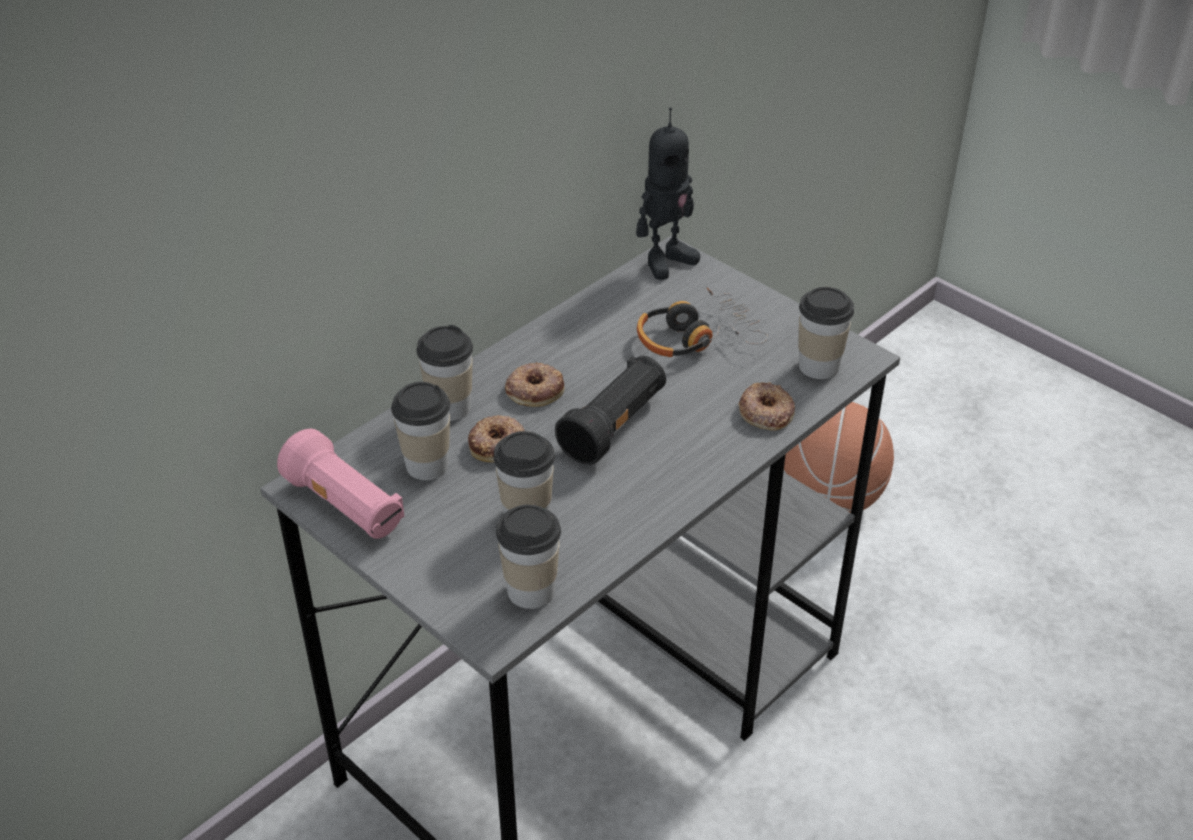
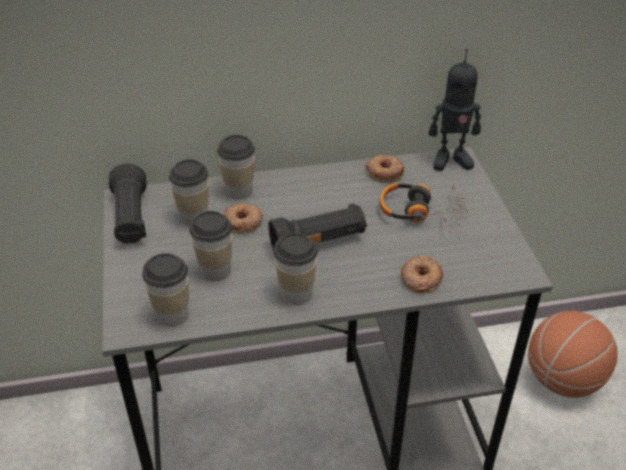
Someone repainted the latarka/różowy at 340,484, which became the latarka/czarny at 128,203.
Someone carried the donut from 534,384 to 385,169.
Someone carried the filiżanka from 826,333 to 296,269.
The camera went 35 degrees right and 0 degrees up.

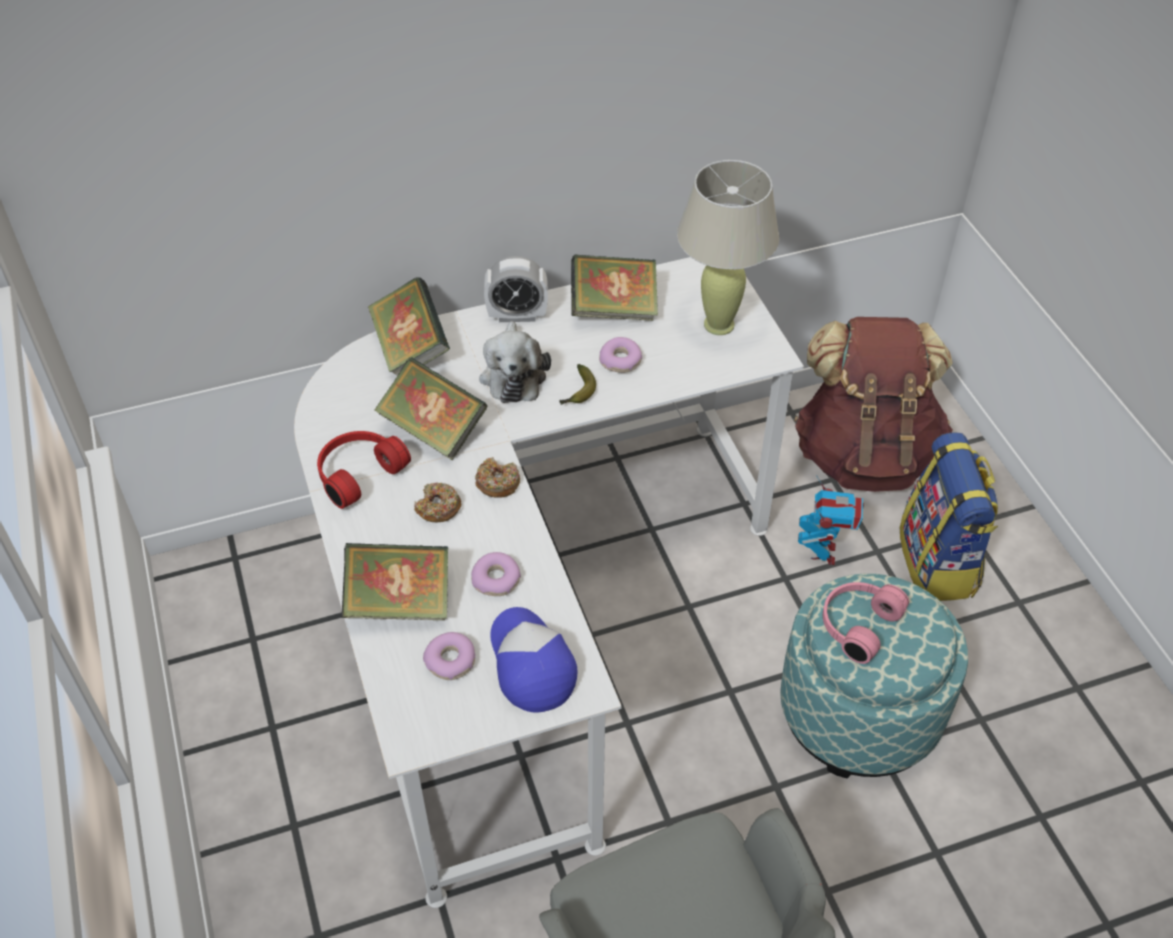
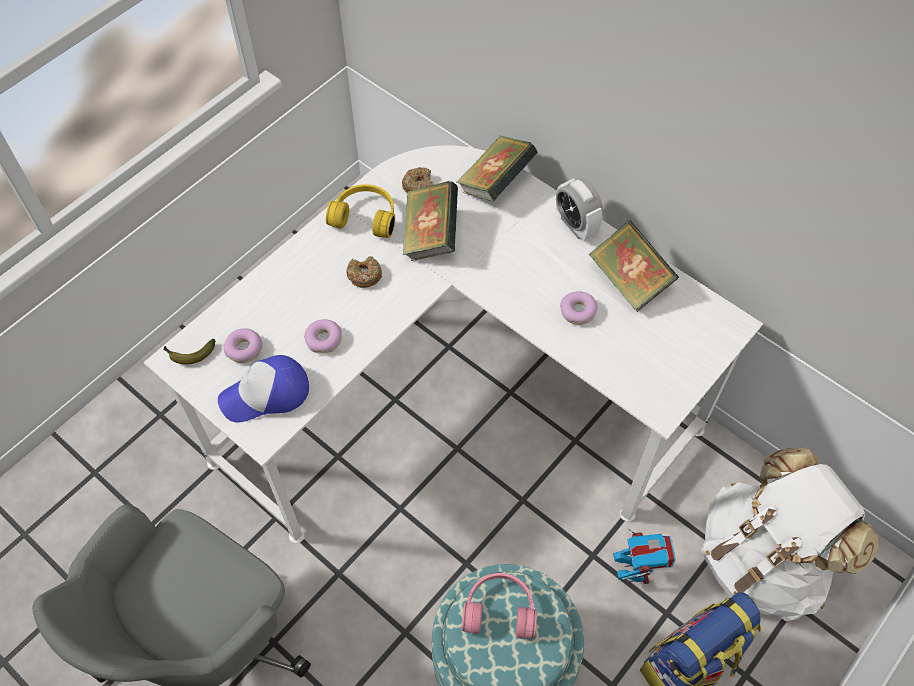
Someone repainted the słuchawki/czerwony at 364,470, which became the słuchawki/żółty at 360,211.
Someone took away the książka at 395,581.
Someone carried the donut from 497,477 to 418,180.
Someone took away the pluszak at 515,362.
Someone rotated the czapka z daszkiem at 533,660 by 150 degrees counterclockwise.
Someone carried the banan from 578,384 to 189,352.
Someone took away the lampa stołowa/beżowy at 728,247.
Someone repainted the plecak/brązowy at 873,404, which became the plecak/biały at 790,534.
Someone rotated the robot zabawkowy at 831,520 by 75 degrees counterclockwise.
The camera went 60 degrees right and 10 degrees up.

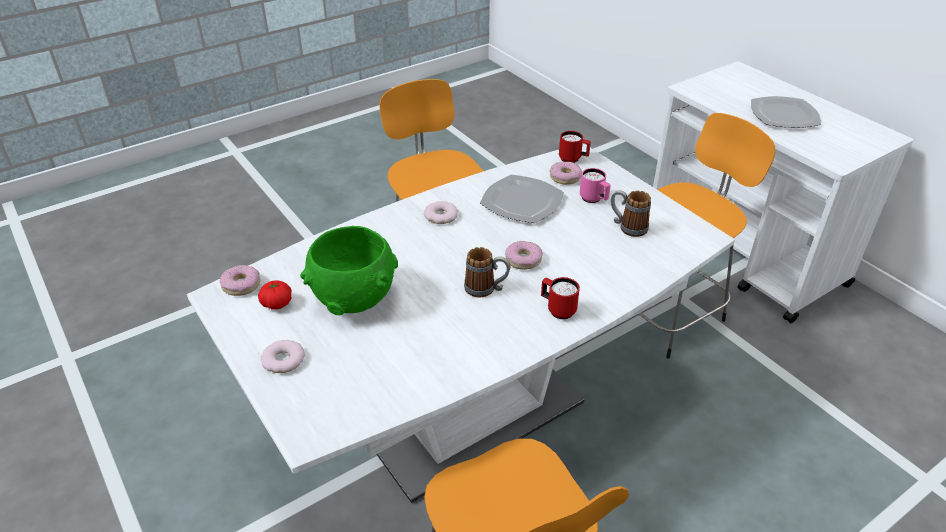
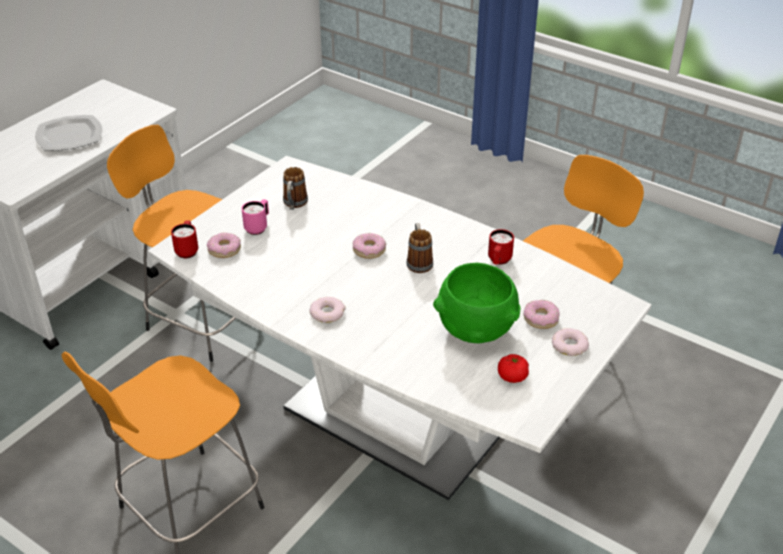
Someone carried the donut from 240,280 to 542,314.
Someone took away the talerz at 522,199.
Someone carried the kubek/czerwony from 560,298 to 501,247.
The camera went 110 degrees left and 0 degrees up.

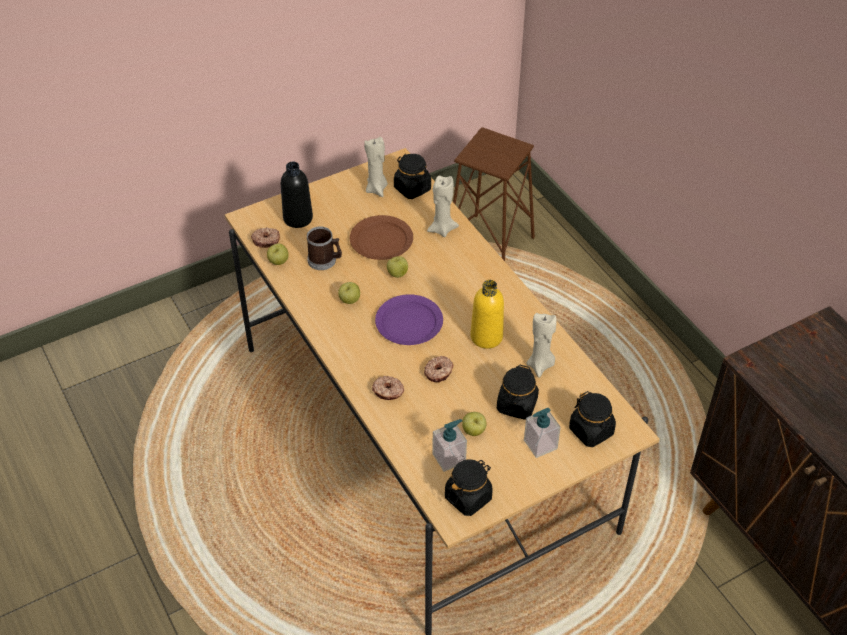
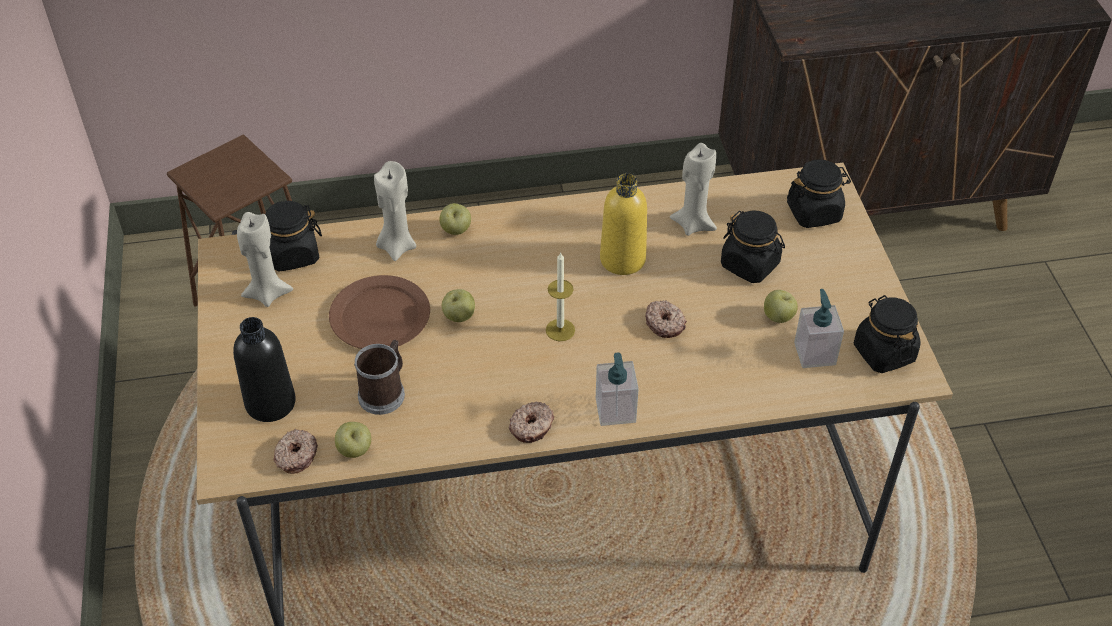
Someone carried the jabłko from 349,293 to 455,219.
Someone carried the donut from 388,388 to 531,422.
Someone swapped the talerz/fioletowy at 409,319 for the świeca at 560,297.
Someone carried the dozownik mydła from 542,433 to 617,389.
The camera went 70 degrees left and 0 degrees up.

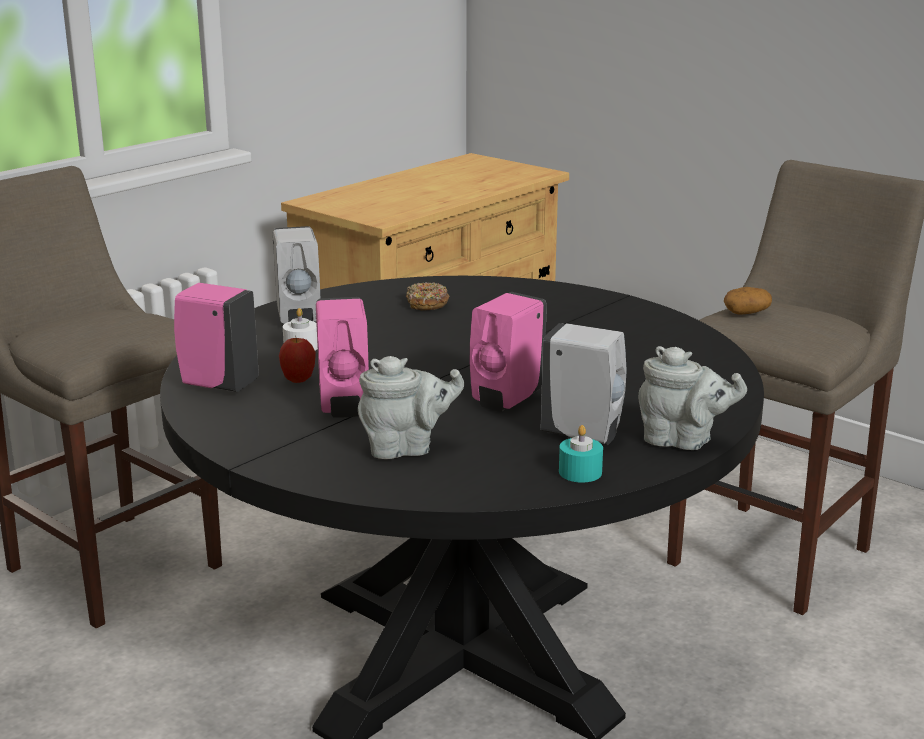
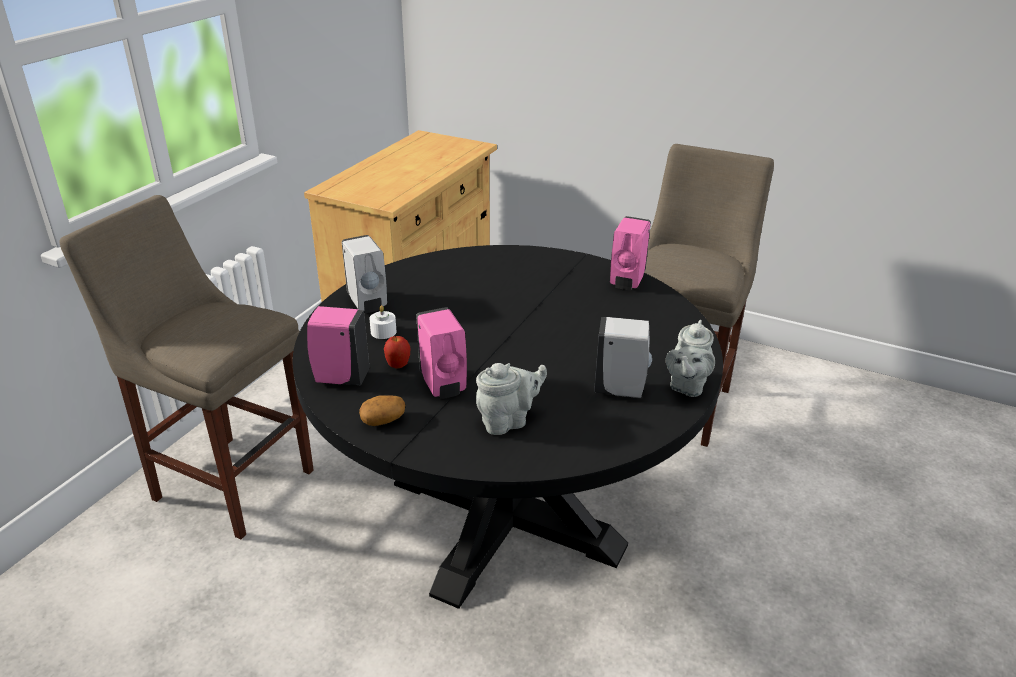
Someone took away the donut at 427,296.
Someone carried the dozownik mydła/różowy from 508,352 to 630,253.
Someone took away the świeca/turkusowy at 581,453.
Someone rotated the imbryk/szary at 692,398 by 105 degrees clockwise.
Someone carried the ziemniak from 748,301 to 382,410.
The camera went 15 degrees left and 10 degrees up.

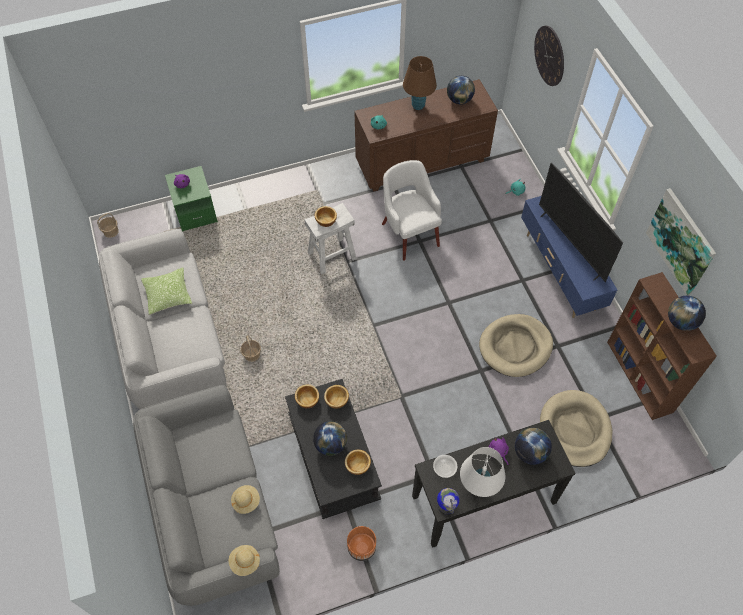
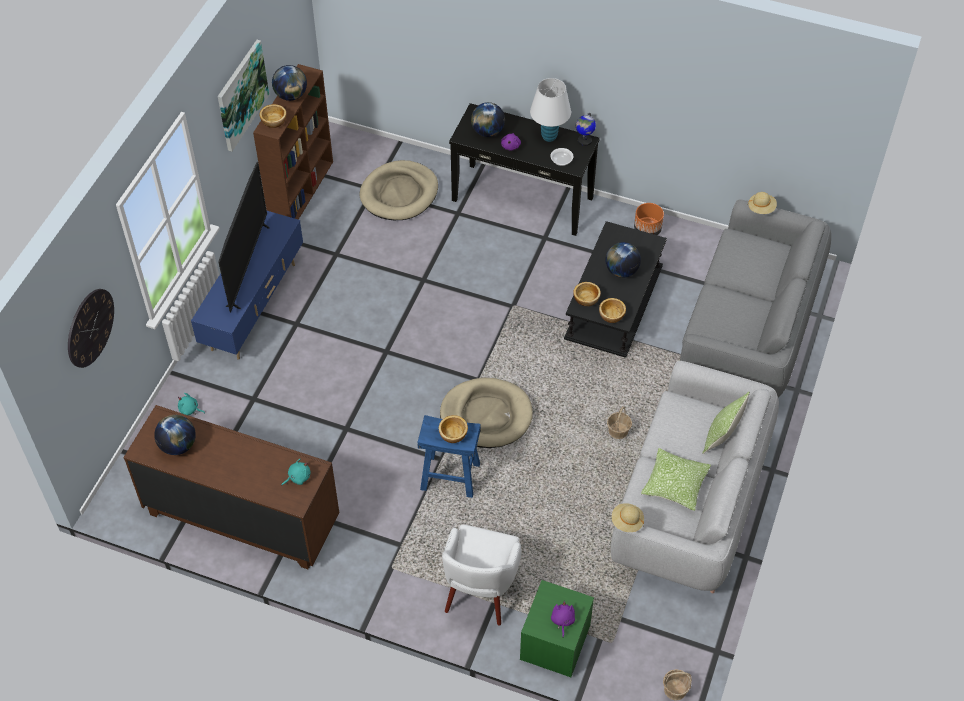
Someone carried the kapelusz/beżowy from 245,499 to 628,517.
Someone repainted the stołek/biały at 330,238, which became the stołek/niebieski at 449,456.
Someone carried the miska from 358,462 to 273,116.
Someone carried the fotel/biały from 412,210 to 482,575.
Someone took away the lampa stołowa/brązowy at 420,83.
Someone carried the legowisko/beżowy from 516,345 to 486,413.
Someone put down the poduszka at 726,423.
The camera went 140 degrees left and 5 degrees down.

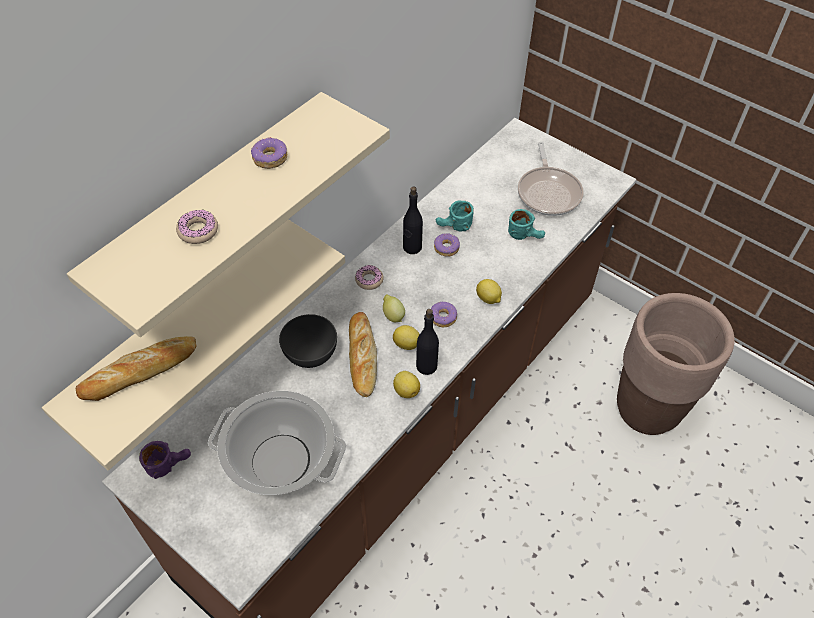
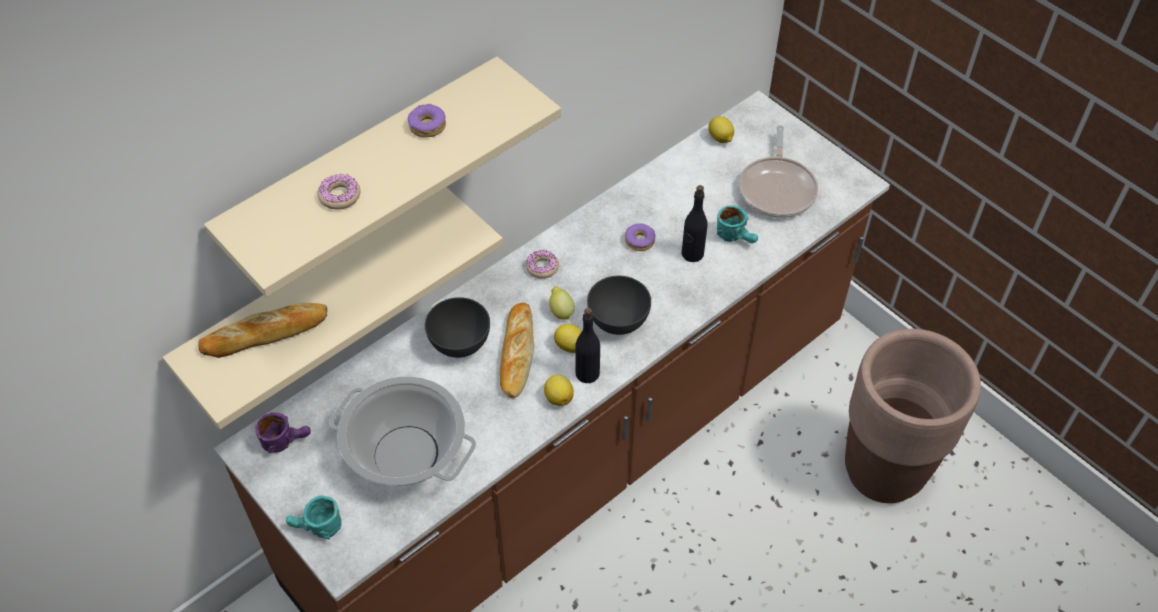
Someone carried the butelka/czarny from 413,220 to 694,223.
Someone swapped the donut at 444,314 for the miska/szary at 619,305.
Someone carried the kubek/turkusowy from 455,216 to 314,517.
Someone carried the cytryna from 489,291 to 721,129.
The camera went 10 degrees right and 0 degrees up.

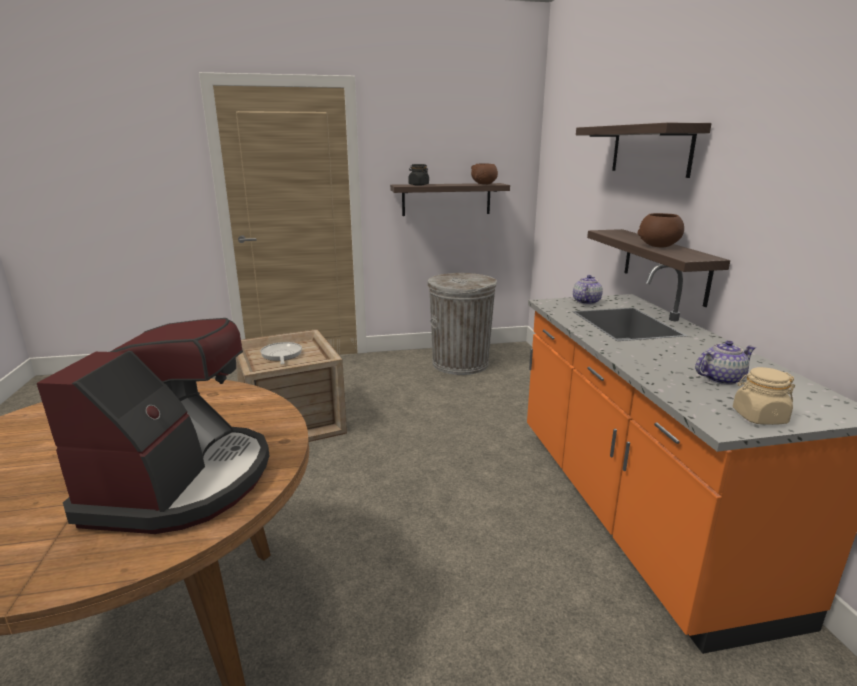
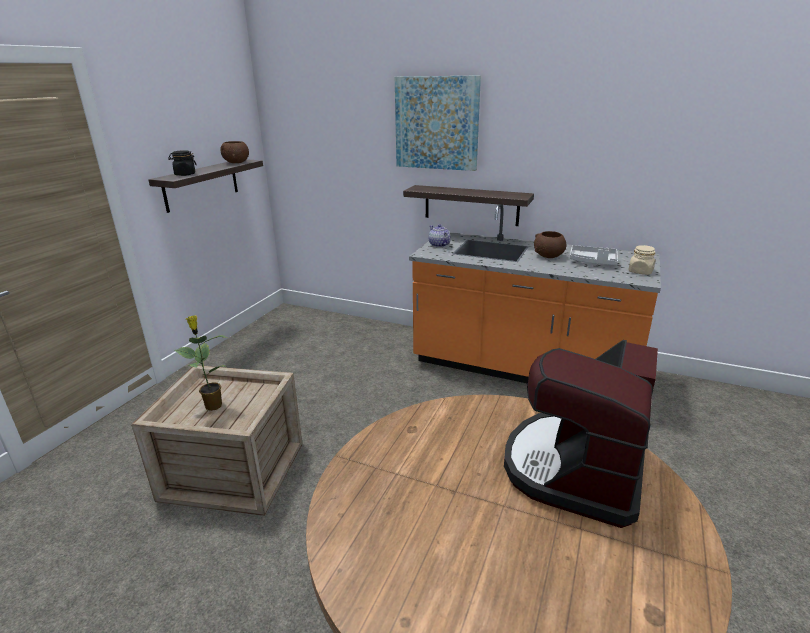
Someone rotated the ekspres do kawy at 153,426 by 105 degrees counterclockwise.
Someone swapped the patelnia at 281,353 for the roślina doniczkowa at 201,363.
Someone took away the kosz na śmieci/szary at 462,324.
Someone swapped the półka at 644,150 for the obraz at 438,123.
Someone carried the miska/brązowy from 661,230 to 550,244.
Someone swapped the imbryk at 725,362 for the taca/szary at 594,255.
The camera went 55 degrees left and 5 degrees up.

